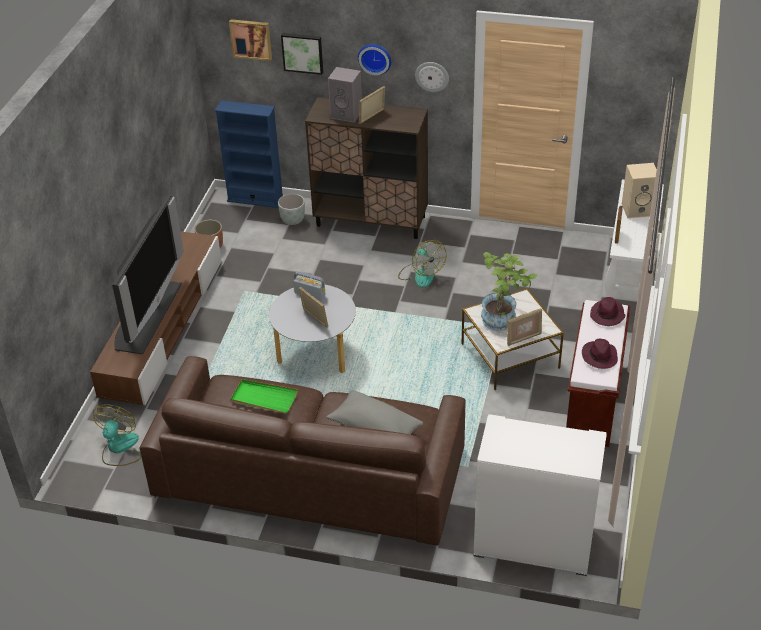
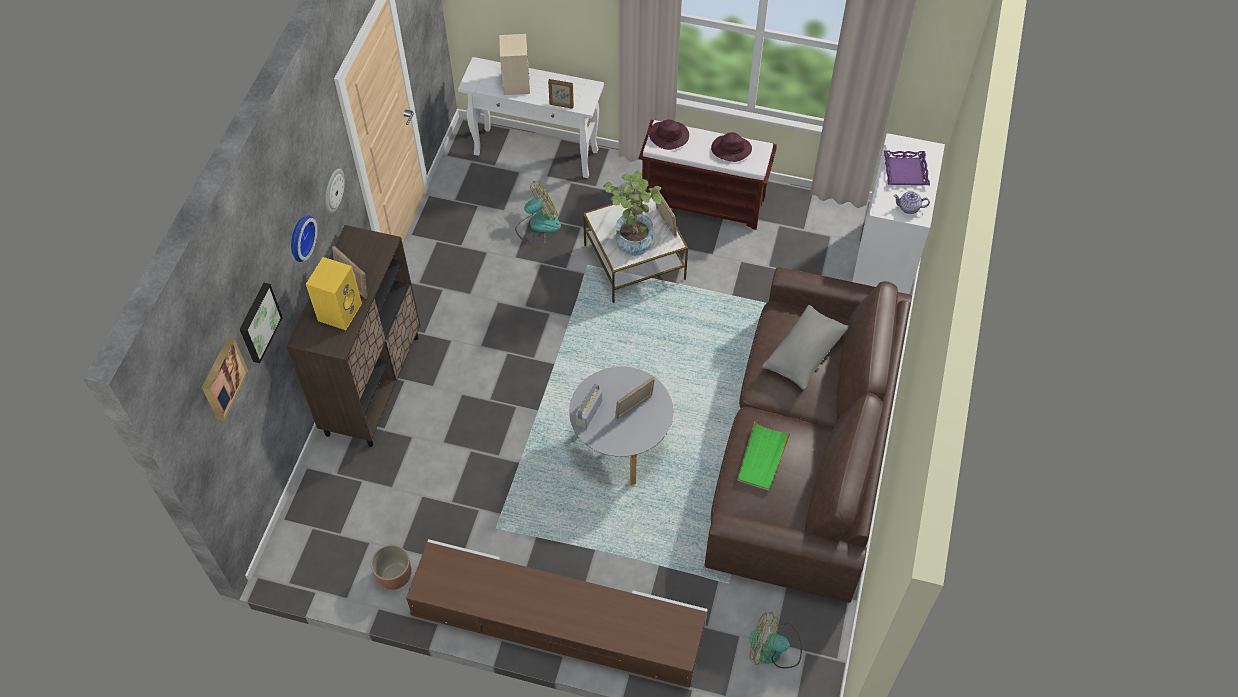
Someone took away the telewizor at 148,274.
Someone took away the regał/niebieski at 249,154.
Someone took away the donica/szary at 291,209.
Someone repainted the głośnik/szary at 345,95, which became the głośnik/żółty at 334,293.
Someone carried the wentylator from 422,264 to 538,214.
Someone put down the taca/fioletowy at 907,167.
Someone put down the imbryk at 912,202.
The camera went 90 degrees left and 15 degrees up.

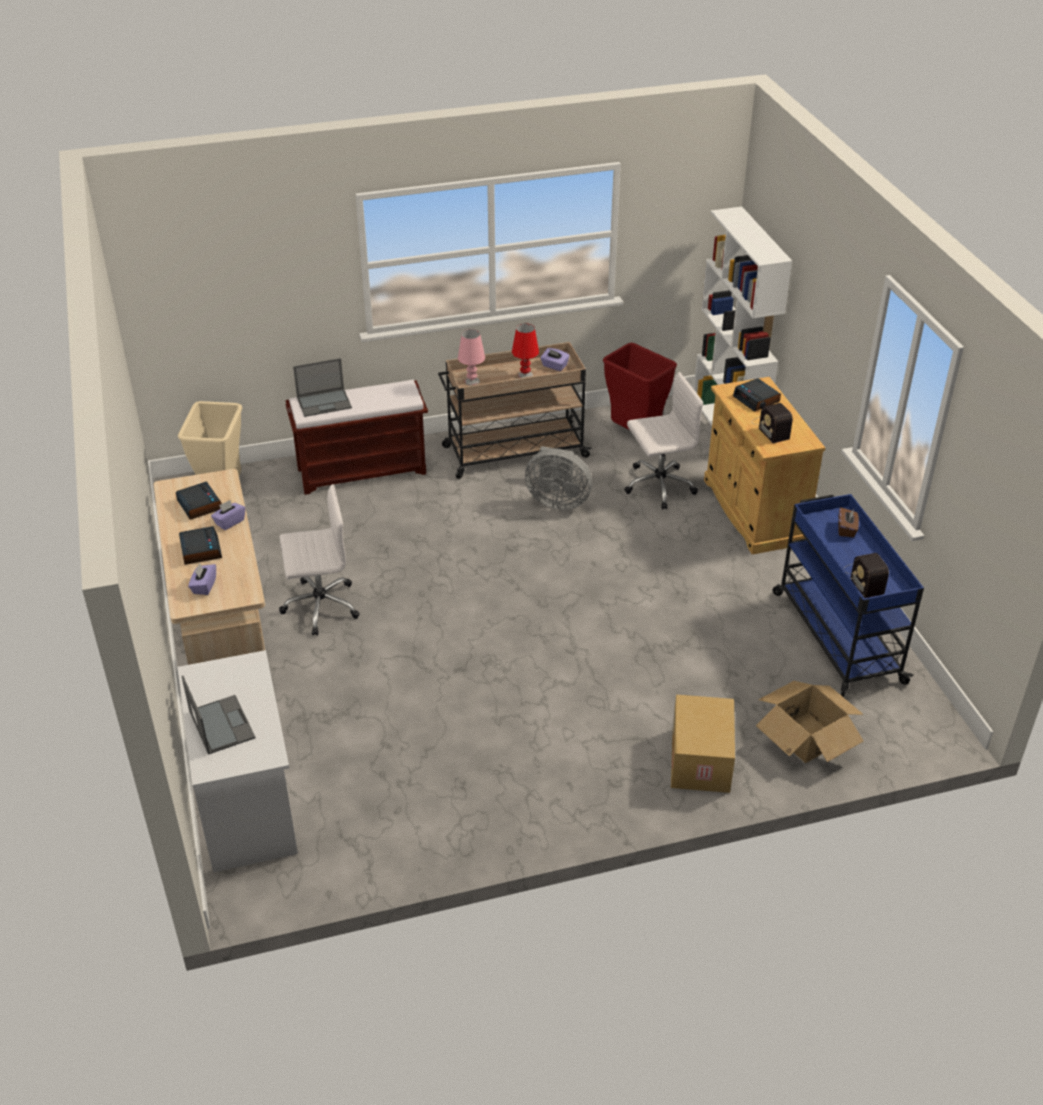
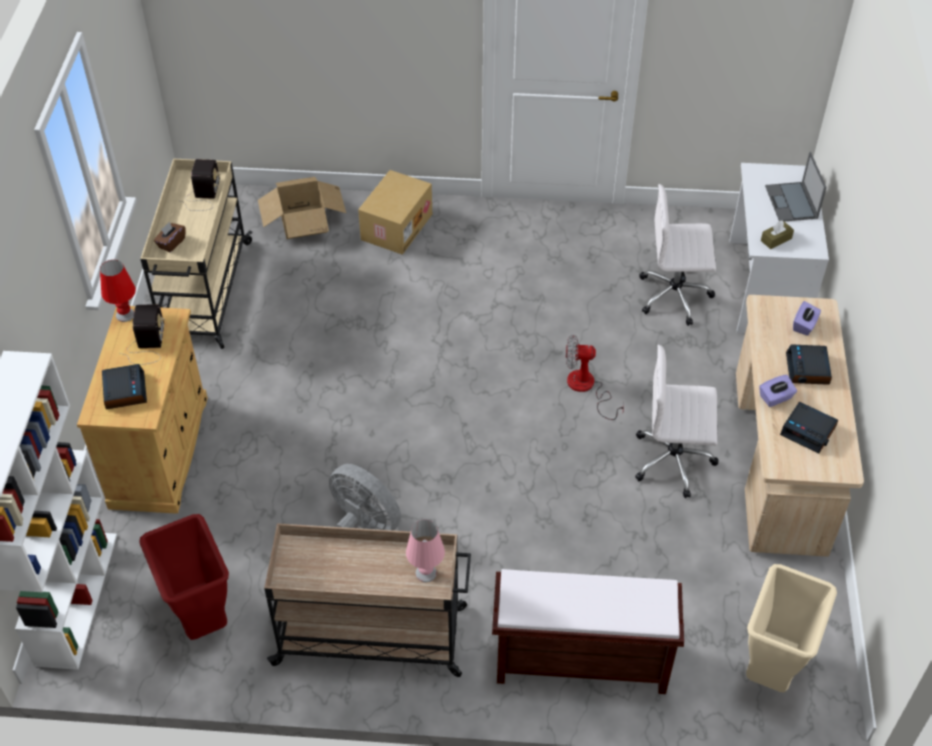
Someone rotated the budzik at 199,501 by 45 degrees counterclockwise.
Someone took away the laptop at 322,387.
Someone carried the lampa stołowa/czerwony from 525,350 to 118,291.
Someone took away the pudełko chusteczek/fioletowy at 555,359.
Someone carried the krzesło biurowe/biały from 663,441 to 677,255.
Someone repainted the wózek/niebieski at 848,595, which became the wózek/beżowy at 196,254.
Someone put down the wentylator at 595,377.
Someone put down the pudełko chusteczek/brązowy at 777,235.
The camera went 160 degrees left and 10 degrees up.

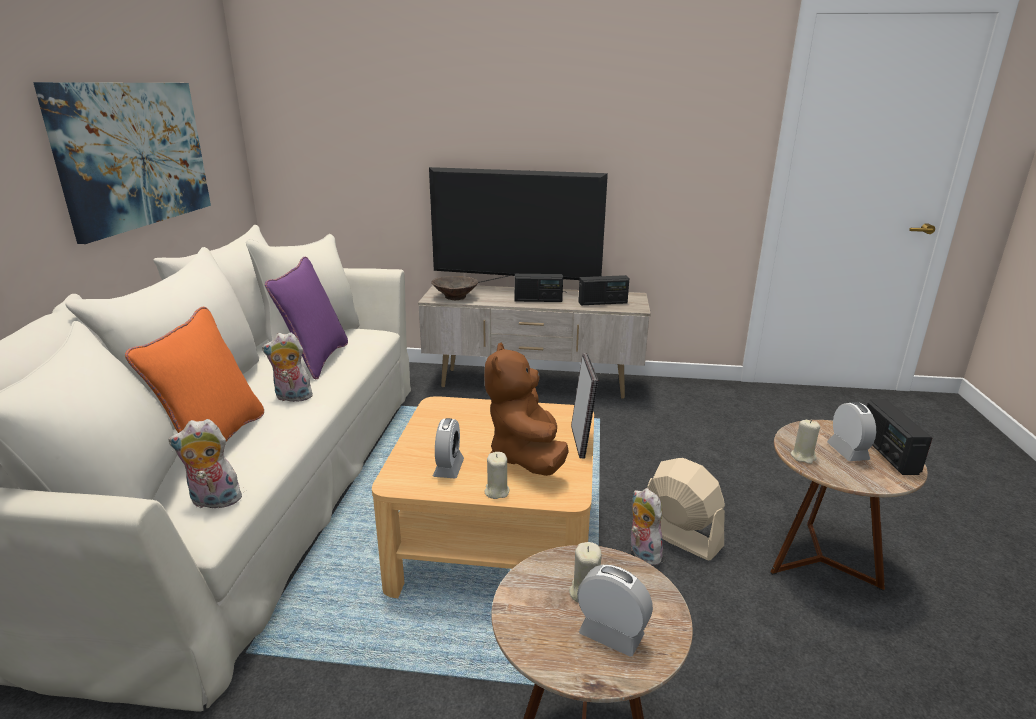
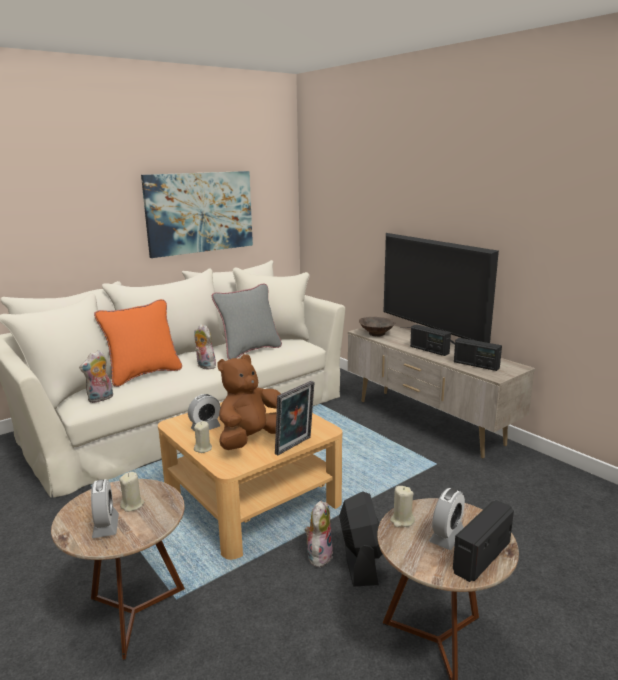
Someone rotated the pluszak at 206,463 by 90 degrees counterclockwise.
Someone repainted the poduszka/fioletowy at 306,318, which became the poduszka/szary at 247,321.
Someone repainted the wentylator/beżowy at 686,509, which became the wentylator/czarny at 361,538.
The camera went 45 degrees right and 5 degrees down.

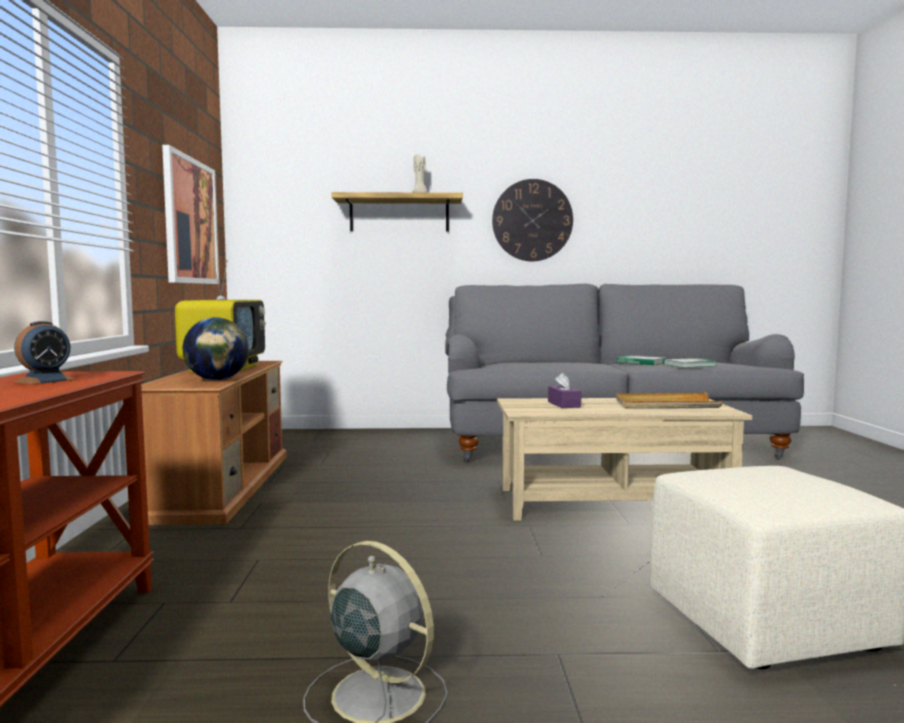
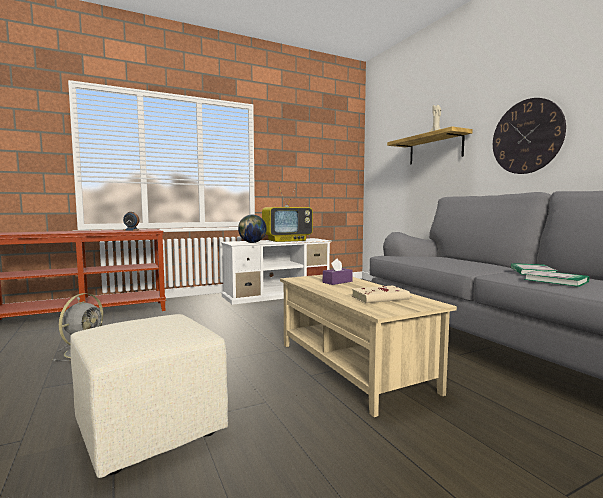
Someone repainted the szafka pod telewizor/brązowy at 214,443, which became the szafka pod telewizor/biały at 275,271.
Someone took away the obraz at 190,214.
Someone swapped the taca/beżowy at 669,400 for the książka/beżowy at 381,294.
The camera went 65 degrees right and 0 degrees up.

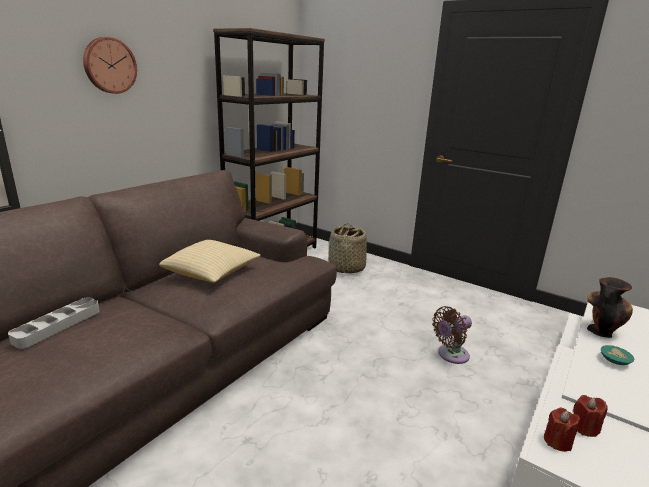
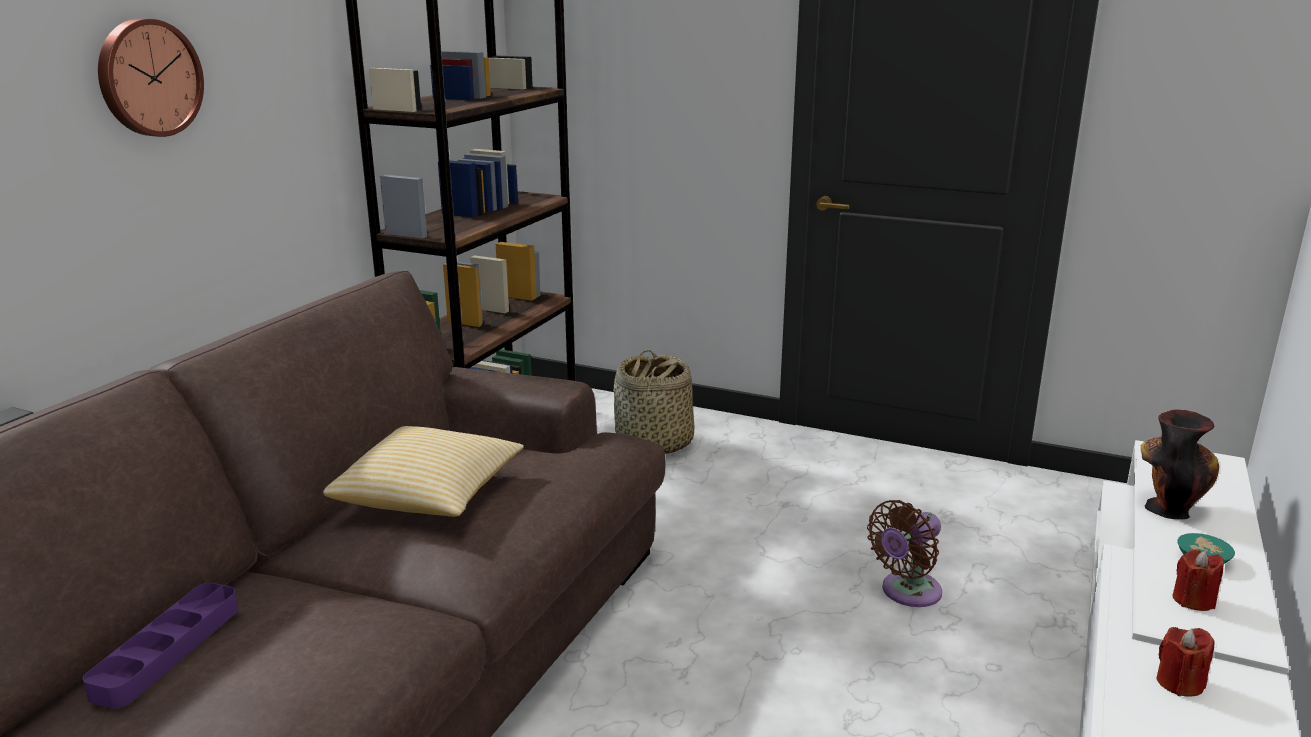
Someone repainted the taca/szary at 54,323, which became the taca/fioletowy at 160,646.
Someone carried the świeca/czerwony from 562,429 to 1198,580.
The camera went 10 degrees left and 0 degrees up.

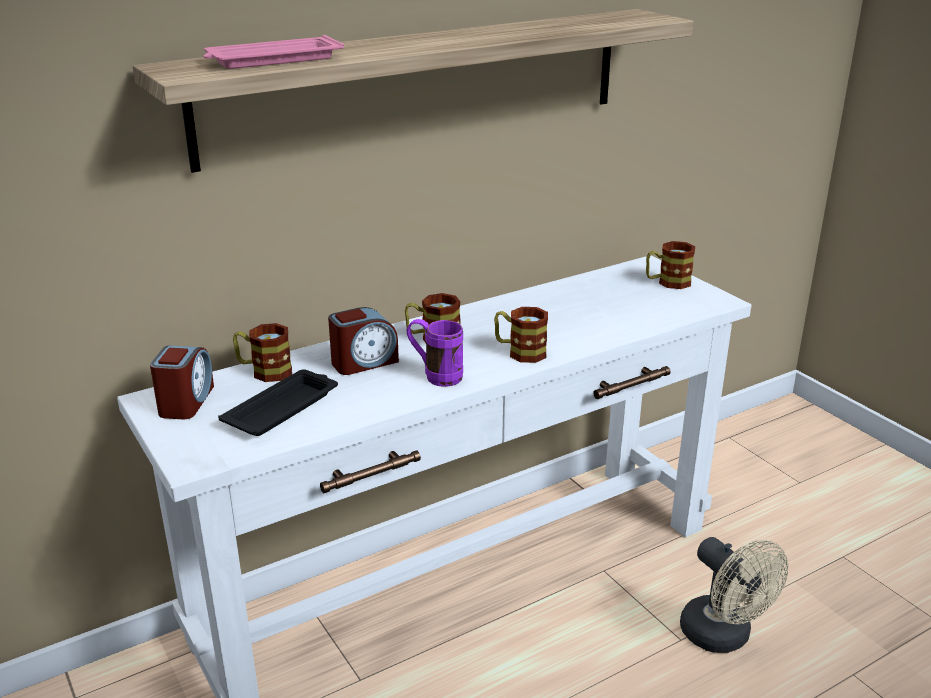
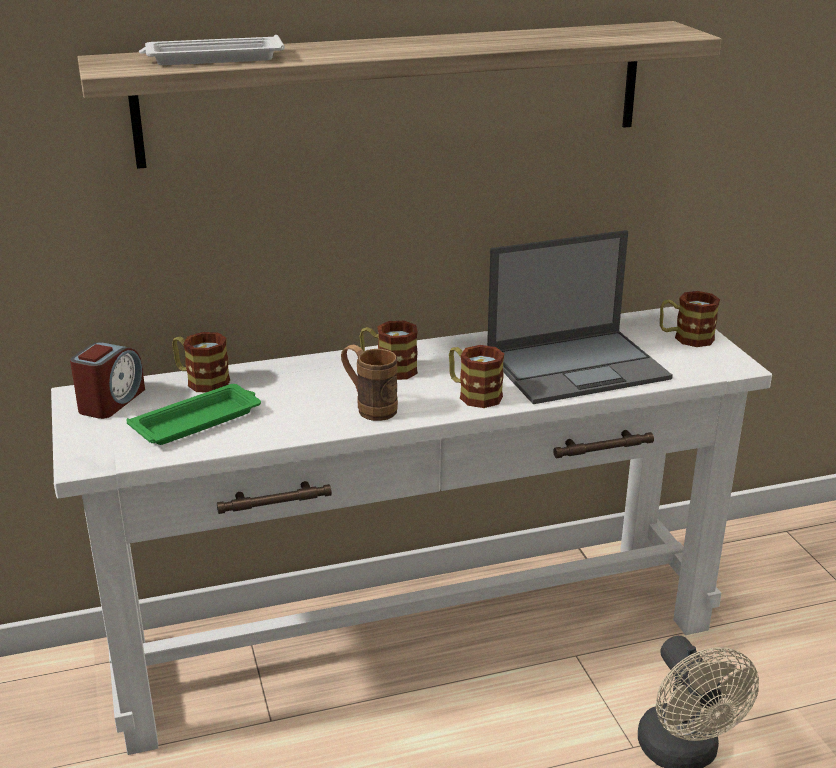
Someone repainted the taca/różowy at 274,52, which became the taca/biały at 212,50.
Someone repainted the taca/czarny at 278,402, which became the taca/zielony at 193,414.
Someone took away the budzik at 363,341.
Someone repainted the kubek/fioletowy at 434,353, which became the kubek/brązowy at 369,383.
Someone put down the laptop at 580,317.
The camera went 15 degrees right and 0 degrees up.

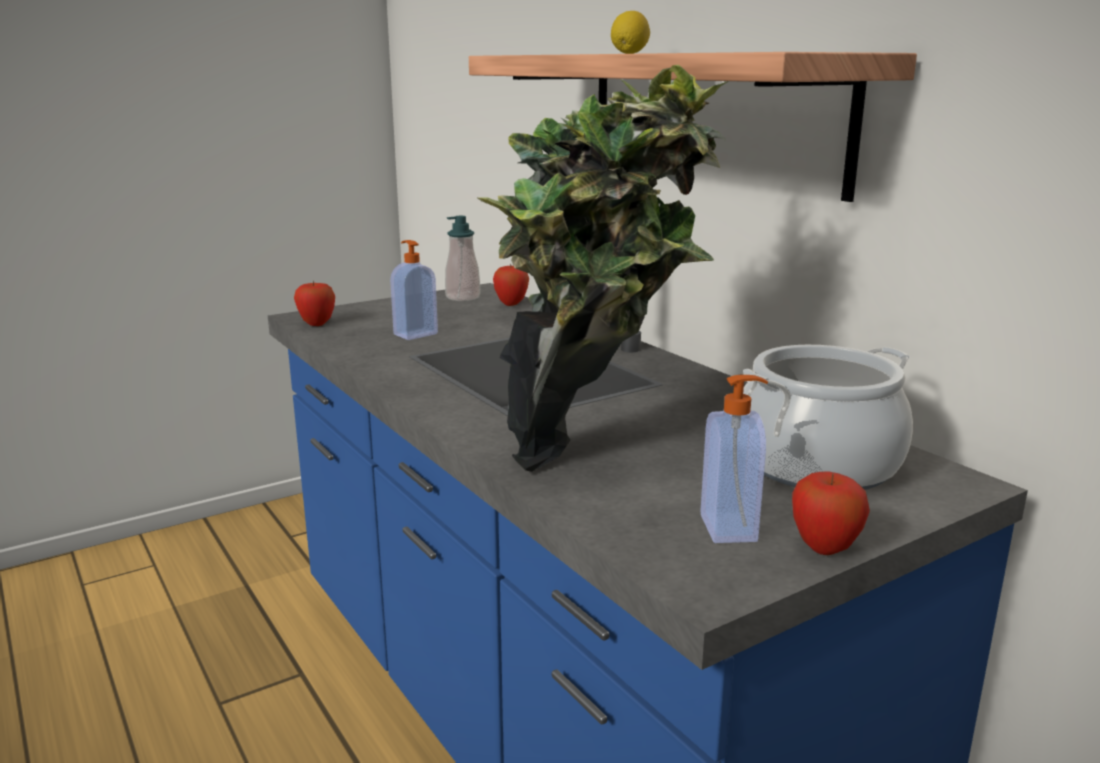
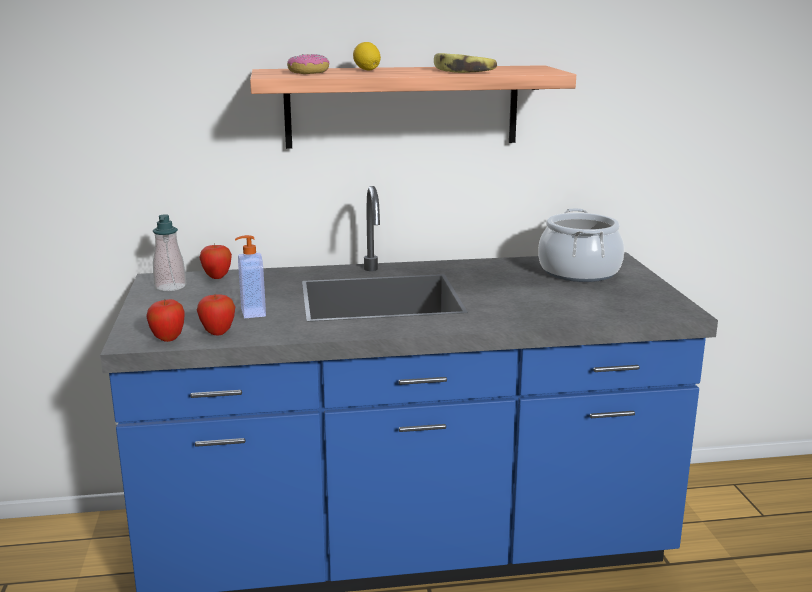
Someone took away the roślina doniczkowa at 602,268.
Someone took away the dozownik mydła at 734,459.
Someone carried the jabłko from 831,513 to 216,314.
Someone put down the donut at 308,64.
Someone put down the banan at 465,63.
The camera went 65 degrees left and 0 degrees up.

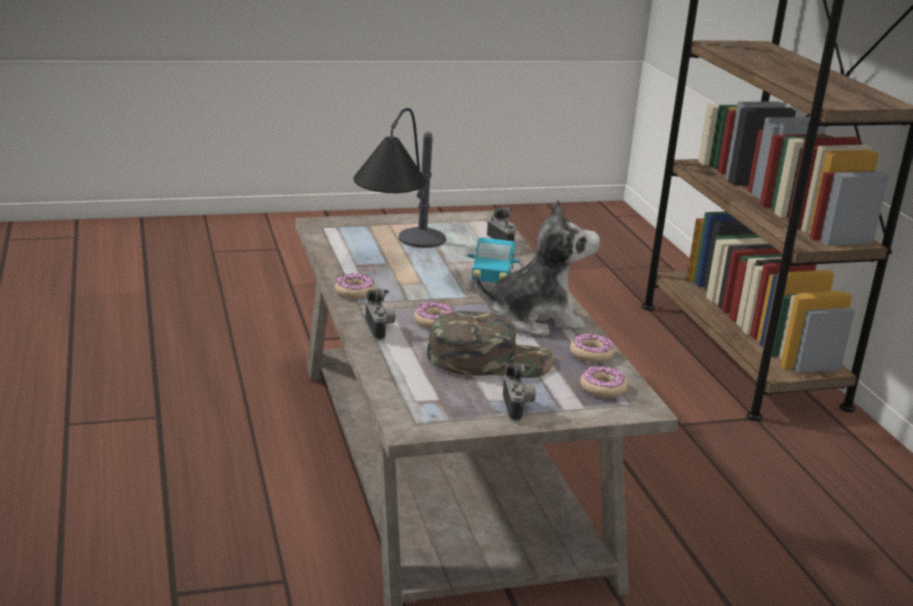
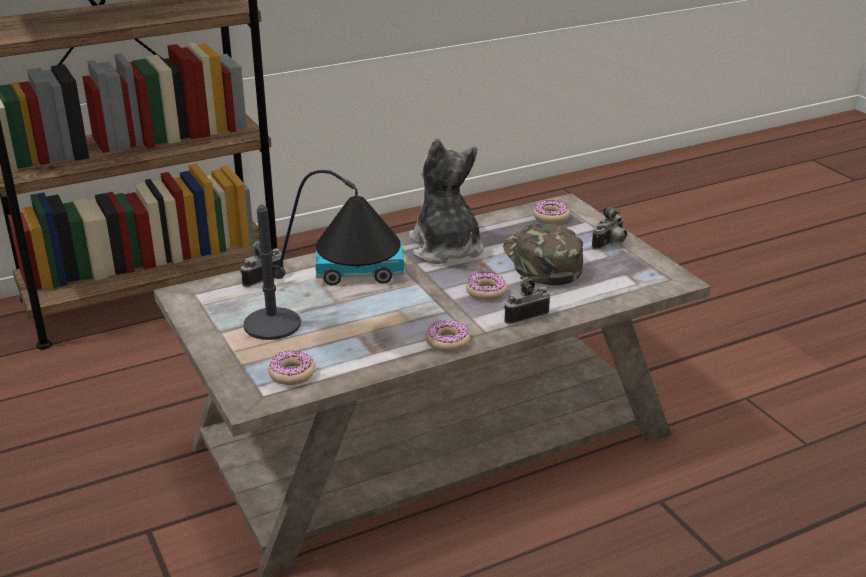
Someone rotated the aparat fotograficzny at 519,392 by 150 degrees clockwise.
Someone carried the donut from 592,348 to 292,367.
The camera went 100 degrees left and 5 degrees up.

